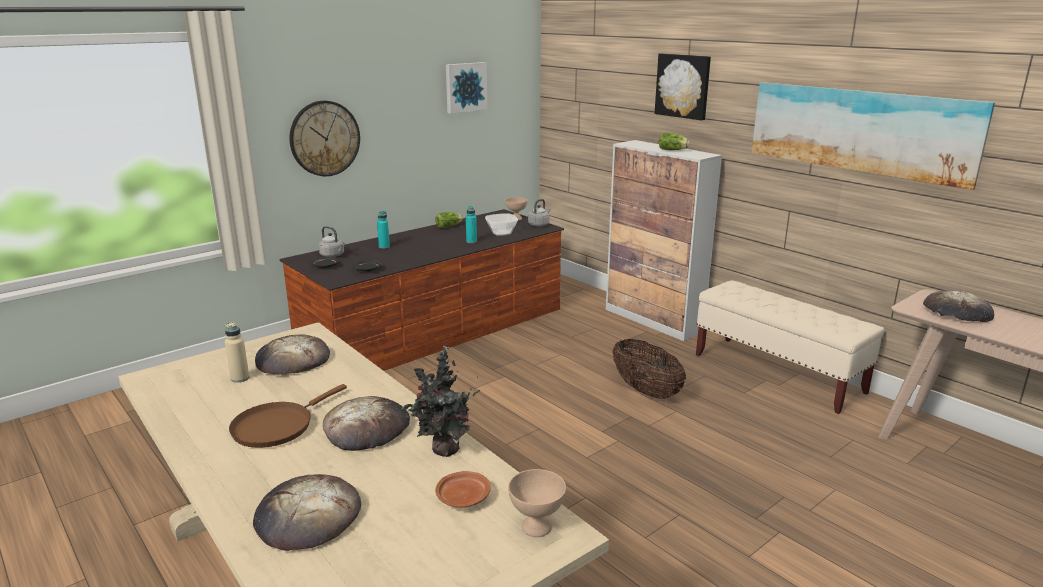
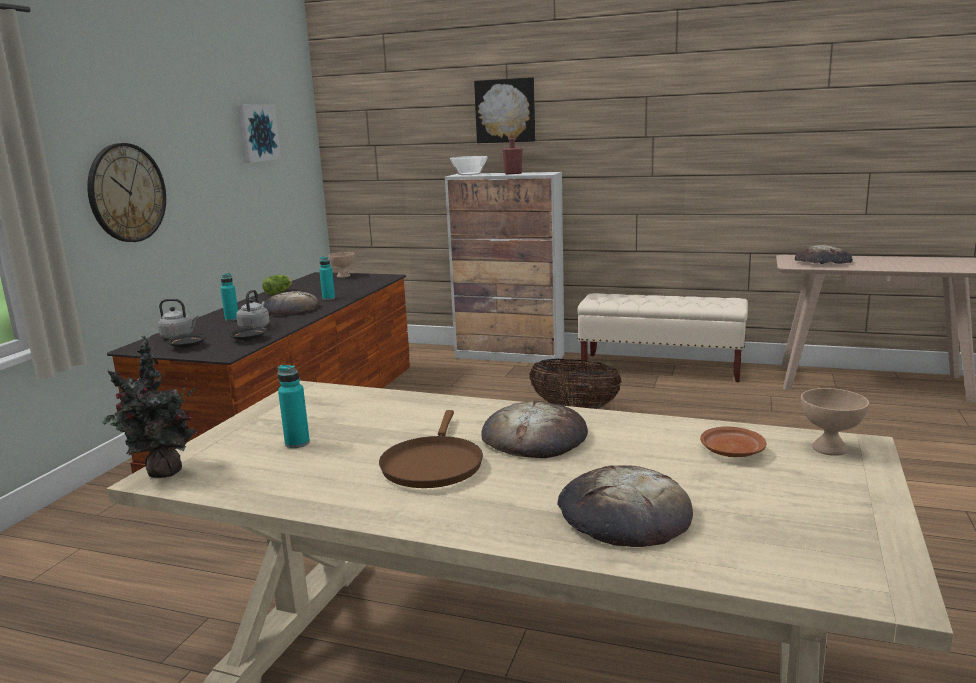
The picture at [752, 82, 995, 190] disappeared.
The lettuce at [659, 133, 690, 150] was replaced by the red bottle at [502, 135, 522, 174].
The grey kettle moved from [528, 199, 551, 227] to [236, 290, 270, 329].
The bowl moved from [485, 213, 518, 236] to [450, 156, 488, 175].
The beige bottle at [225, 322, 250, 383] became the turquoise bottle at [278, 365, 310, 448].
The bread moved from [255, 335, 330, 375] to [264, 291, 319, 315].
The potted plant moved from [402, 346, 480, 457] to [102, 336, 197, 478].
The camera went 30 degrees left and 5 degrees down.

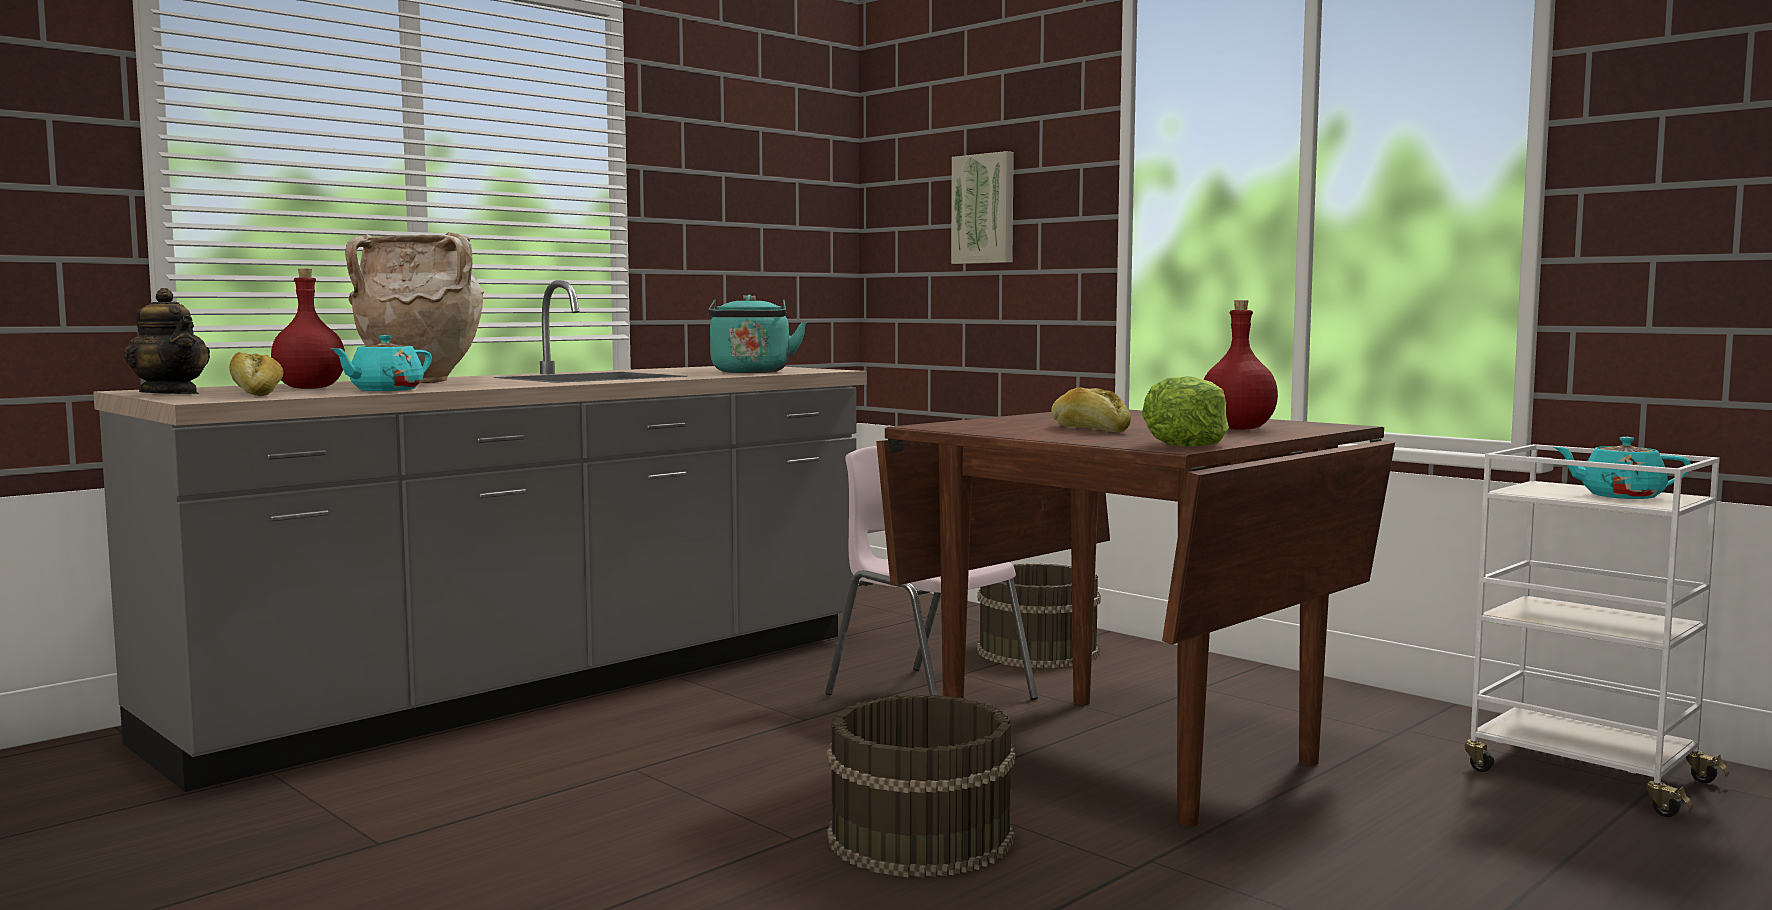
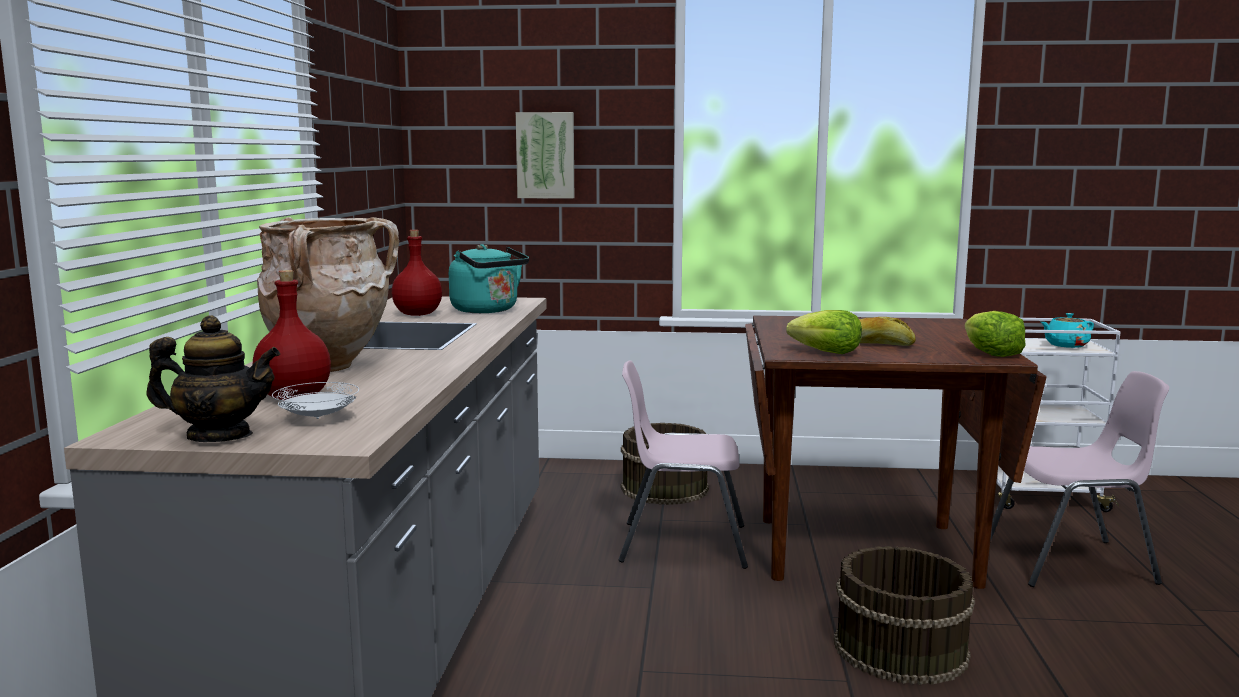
The red bottle moved from [1204, 300, 1278, 430] to [392, 230, 442, 316].
The turquoise teapot at [330, 335, 432, 391] disappeared.
The bread at [229, 352, 284, 396] was replaced by the white plate at [272, 382, 359, 419].
The lettuce at [786, 310, 862, 354] appeared.
The pink chair at [990, 371, 1169, 587] appeared.
The camera went 40 degrees left and 5 degrees up.

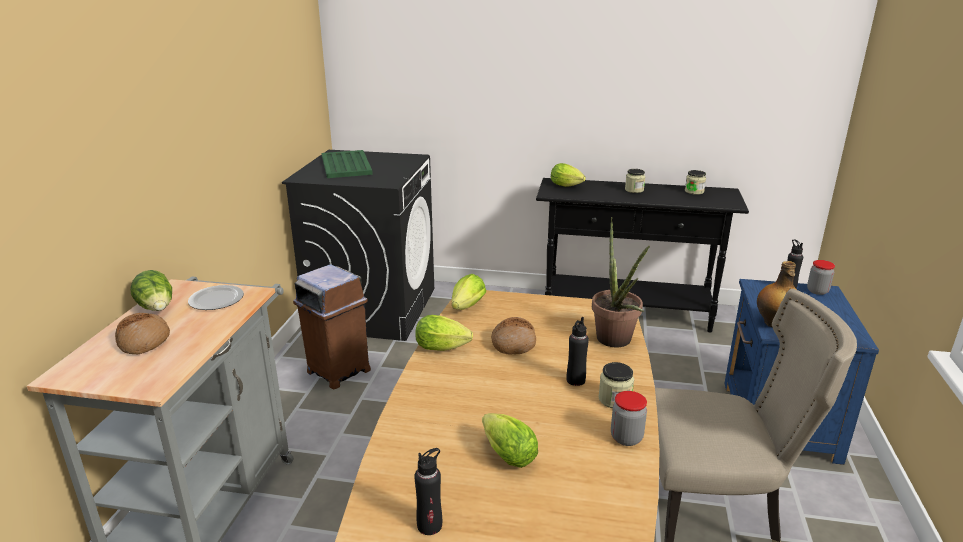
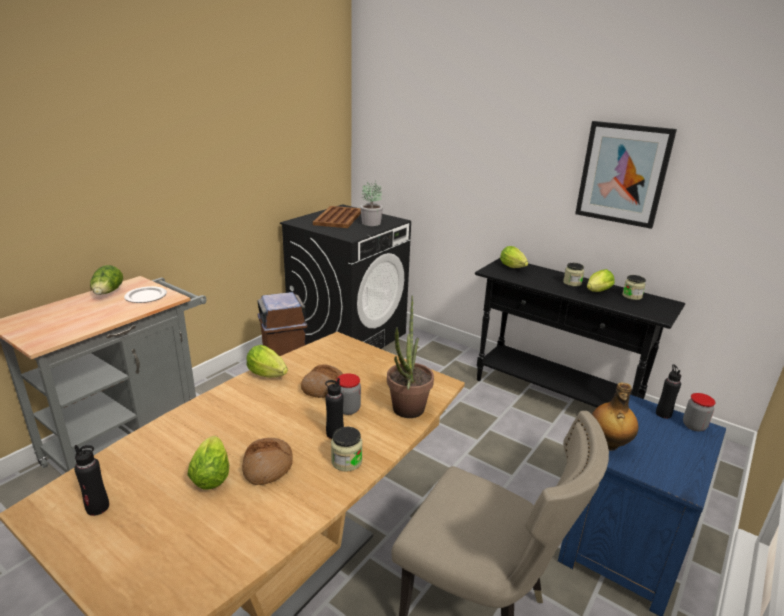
The green tray at [322, 150, 373, 178] became the brown tray at [313, 206, 361, 228].
The lettuce moved from [452, 274, 486, 310] to [587, 269, 615, 292].
The bread moved from [115, 313, 170, 354] to [242, 438, 293, 485].
The jar moved from [611, 391, 647, 446] to [336, 373, 361, 415].
The picture at [575, 121, 677, 229] appeared.
The potted plant at [360, 181, 383, 226] appeared.
The camera went 25 degrees right and 0 degrees up.

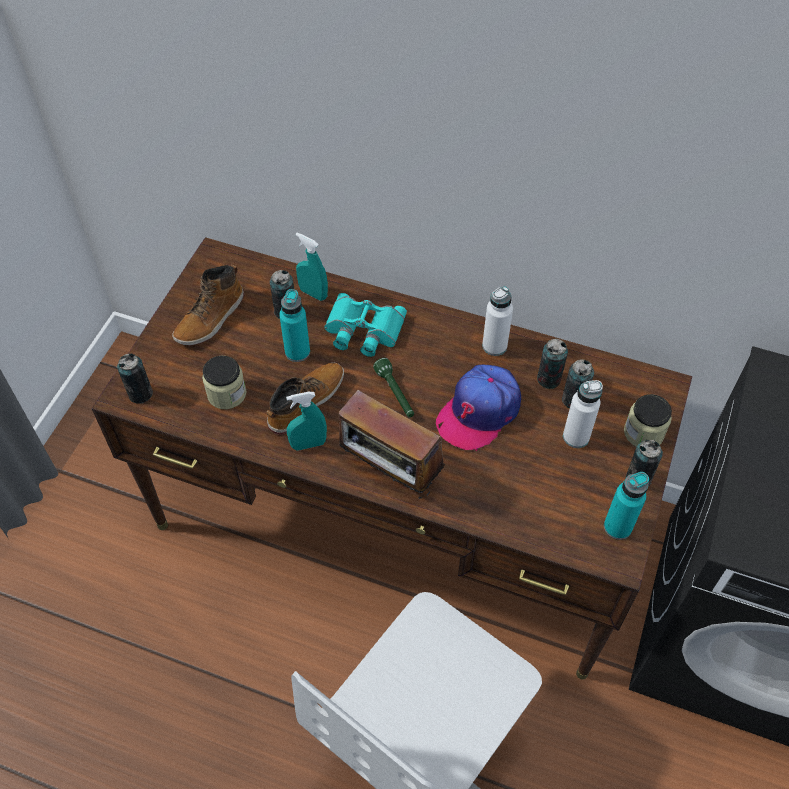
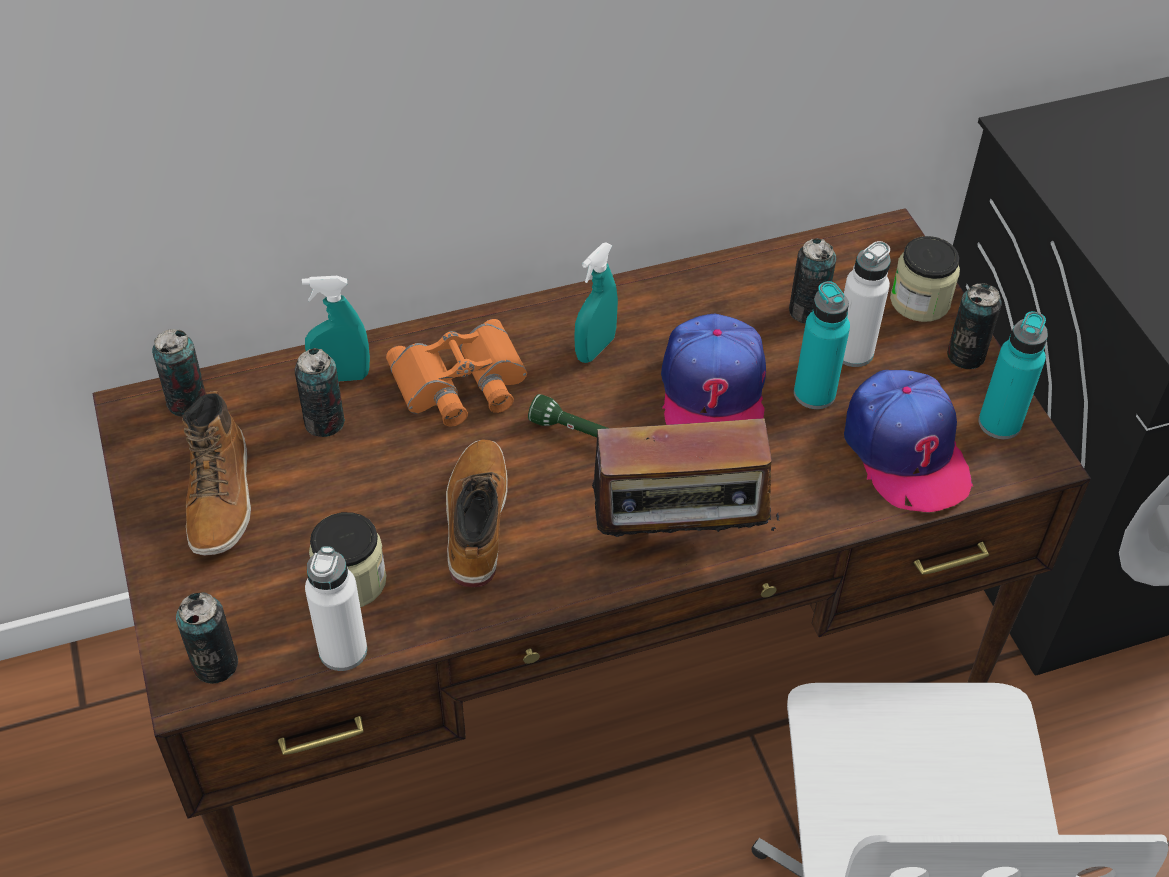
The white bottle moved from [482, 286, 513, 356] to [305, 546, 367, 671].
The turquoise bottle moved from [279, 289, 310, 362] to [794, 281, 850, 409].
The turquoise binoculars at [324, 293, 407, 357] became the orange binoculars at [386, 319, 527, 427].
The can moved from [537, 339, 568, 389] to [152, 329, 206, 417].
The turquoise spray bottle moved from [286, 392, 327, 450] to [574, 242, 618, 363].
The cap at [844, 370, 973, 512] appeared.
The camera went 40 degrees left and 5 degrees down.

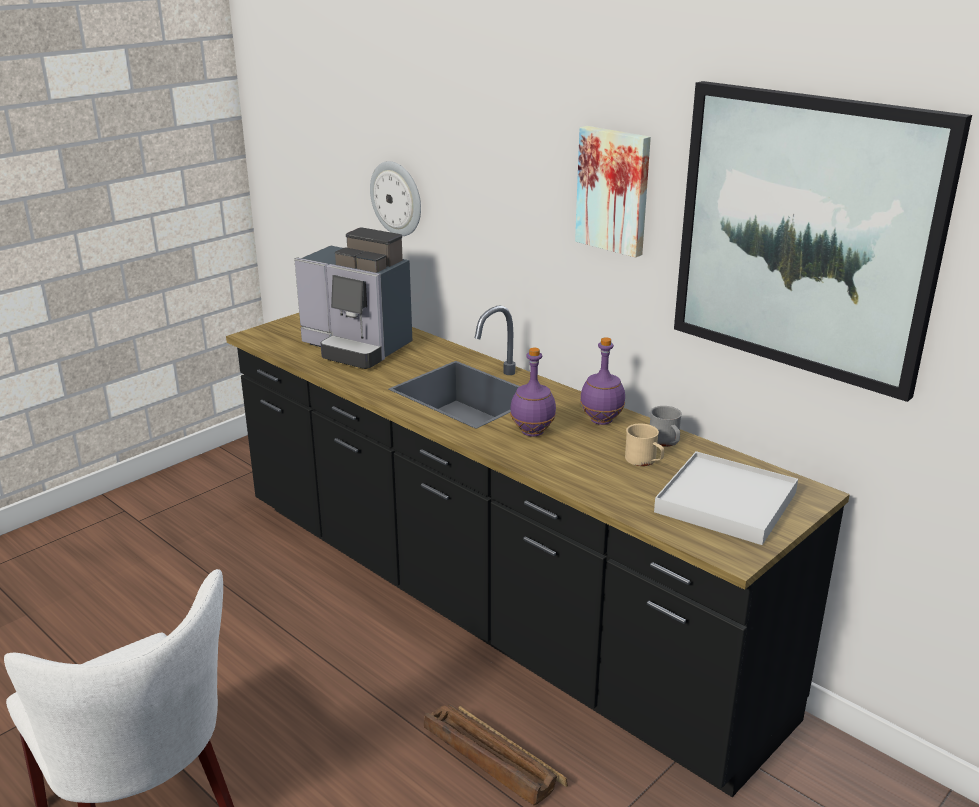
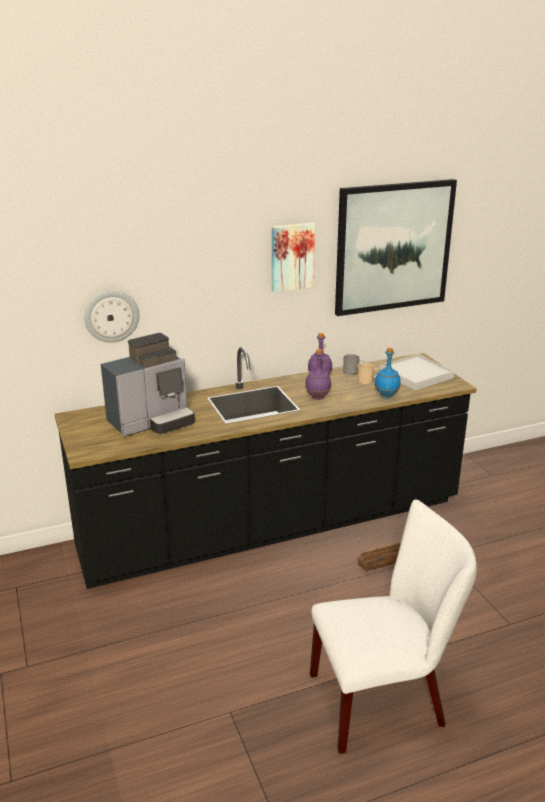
The blue bottle at [374, 348, 401, 398] appeared.
The camera went 65 degrees left and 0 degrees up.

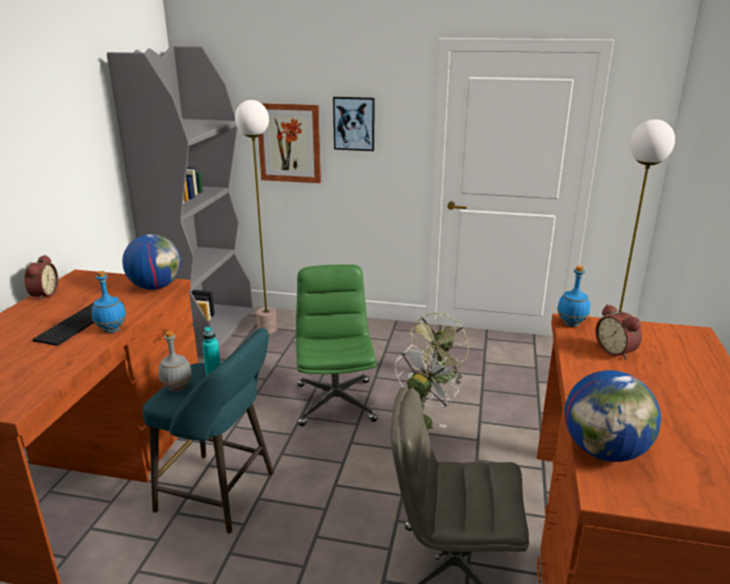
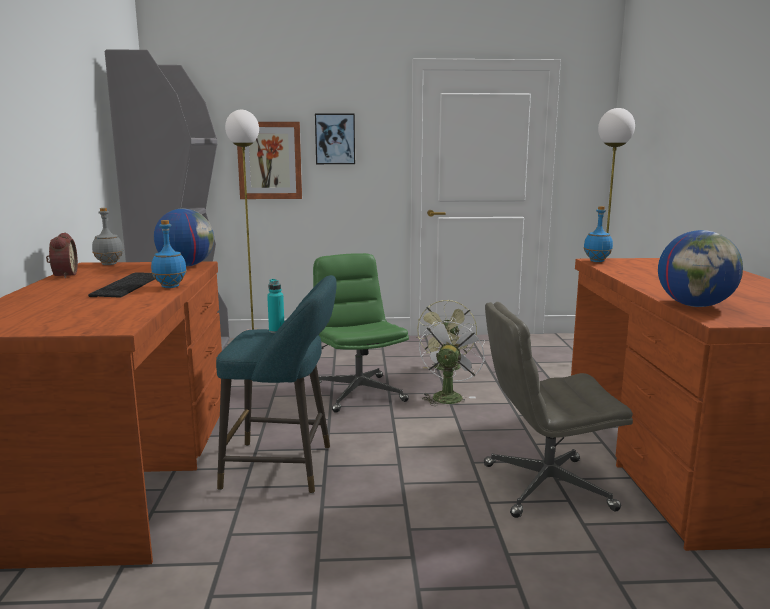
The alarm clock at [595, 304, 642, 360] disappeared.
The grey bottle moved from [158, 331, 192, 392] to [92, 208, 123, 265].
The camera went 15 degrees left and 10 degrees down.

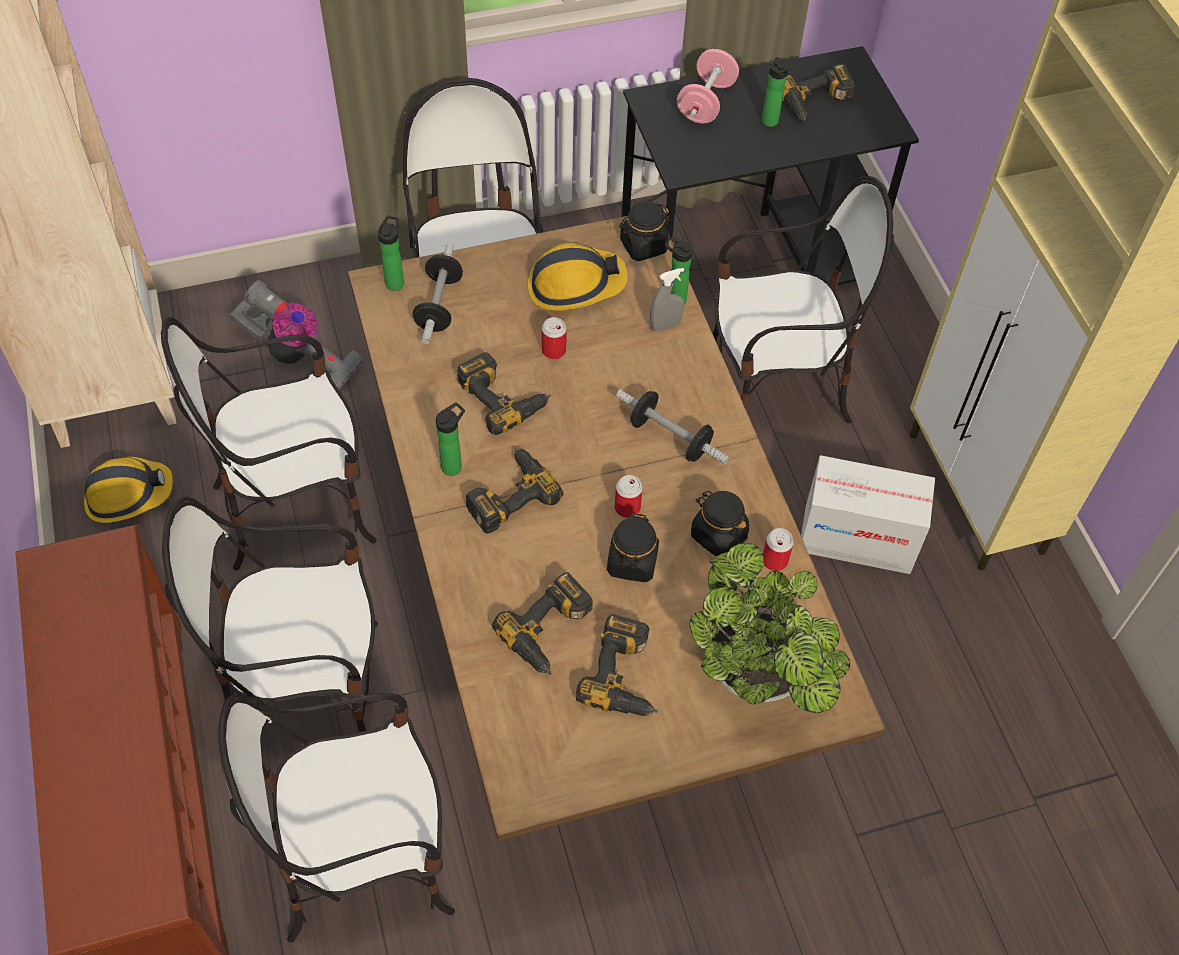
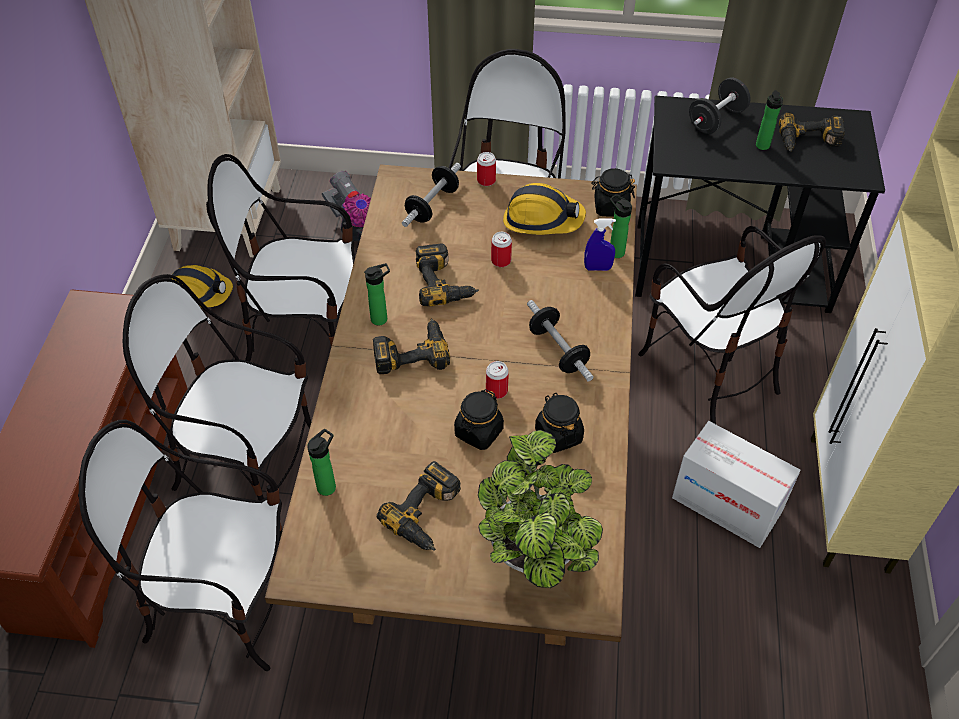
The pink dumbbell at [677, 49, 739, 123] became the black dumbbell at [689, 78, 750, 134].
The chair at [713, 176, 894, 423] turned 45 degrees clockwise.
The bottle moved from [378, 215, 404, 291] to [307, 429, 336, 496].
The grey spray bottle at [650, 268, 684, 332] became the blue spray bottle at [584, 218, 616, 271].
The can moved from [763, 528, 794, 571] to [477, 152, 496, 186].
The power drill at [492, 572, 593, 675] disappeared.
The camera went 25 degrees right and 5 degrees down.

